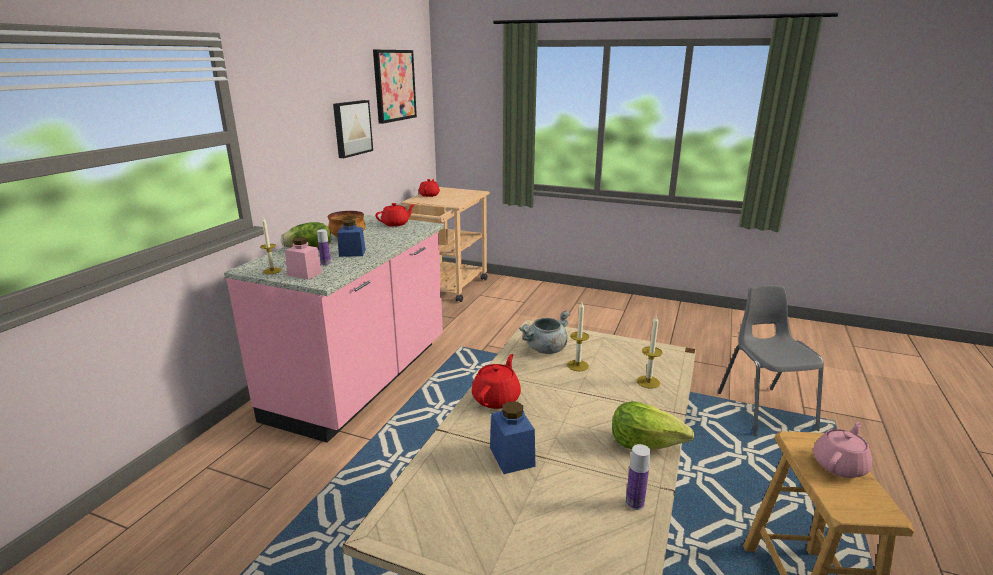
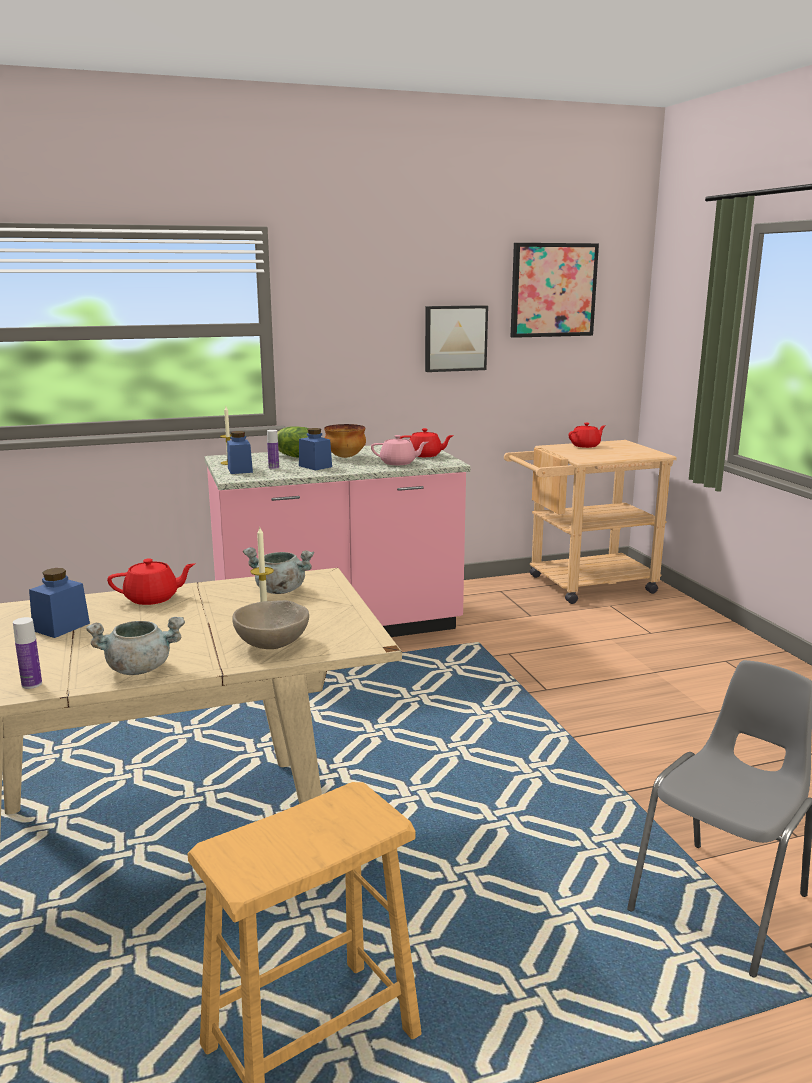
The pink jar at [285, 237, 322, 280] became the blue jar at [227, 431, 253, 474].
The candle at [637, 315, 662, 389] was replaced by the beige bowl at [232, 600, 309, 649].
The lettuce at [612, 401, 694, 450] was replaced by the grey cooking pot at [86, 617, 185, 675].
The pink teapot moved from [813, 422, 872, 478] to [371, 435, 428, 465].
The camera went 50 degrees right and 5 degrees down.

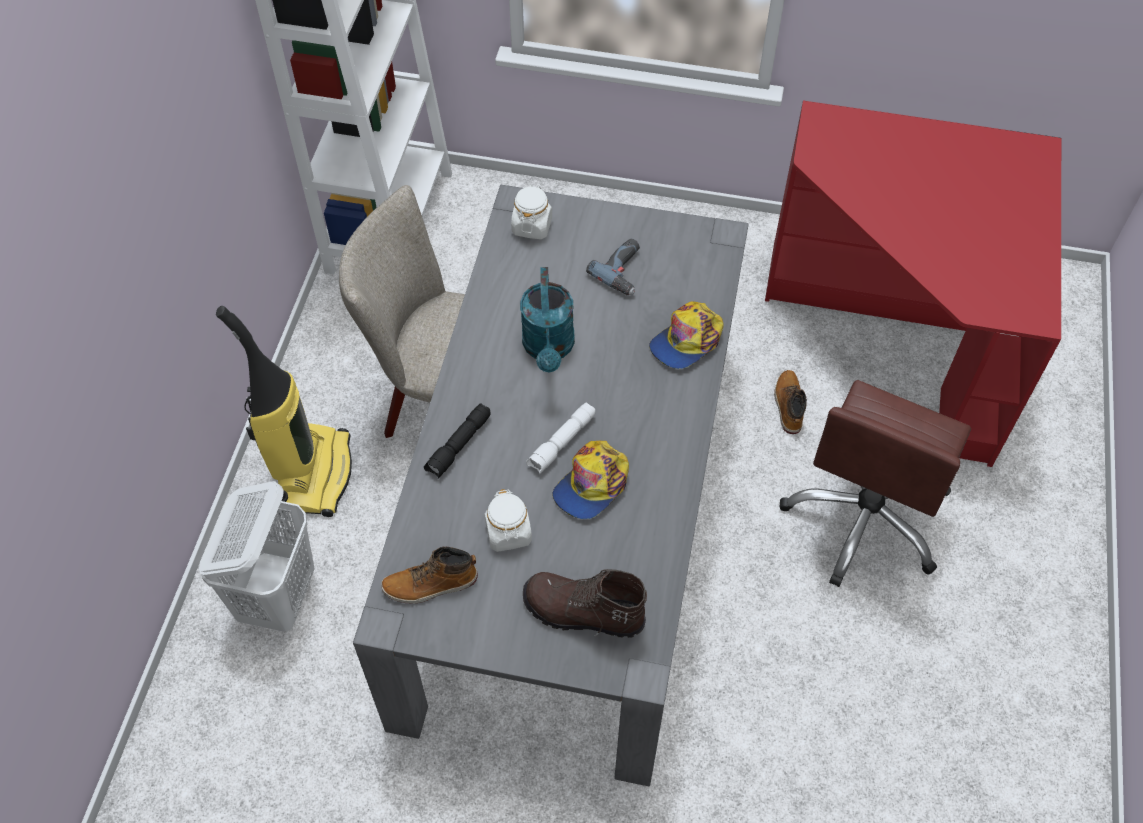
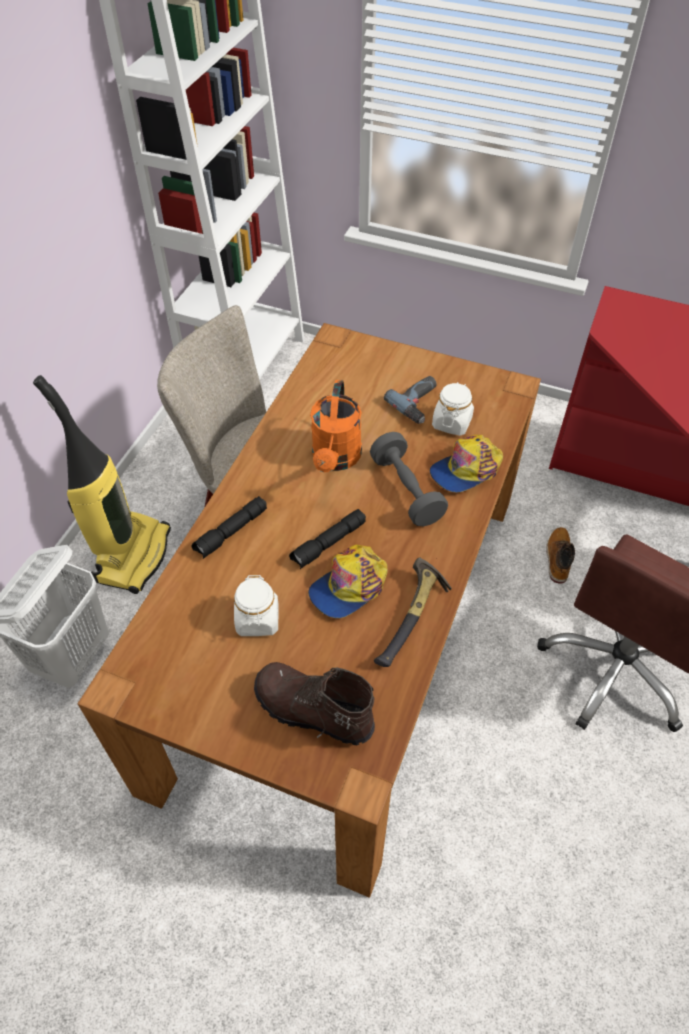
The grey dining table at [353, 185, 749, 786] became the brown dining table at [78, 323, 541, 898].
The white jar moved from [511, 185, 552, 239] to [432, 382, 474, 436].
The turquoise watering can at [520, 267, 575, 372] became the orange watering can at [310, 380, 362, 473].
The white flashlight at [526, 402, 595, 474] became the black flashlight at [289, 509, 366, 569].
The boot at [381, 547, 478, 604] disappeared.
The grey dumbbell at [370, 432, 448, 526] appeared.
The hammer at [374, 557, 452, 667] appeared.
The camera went 10 degrees right and 5 degrees down.

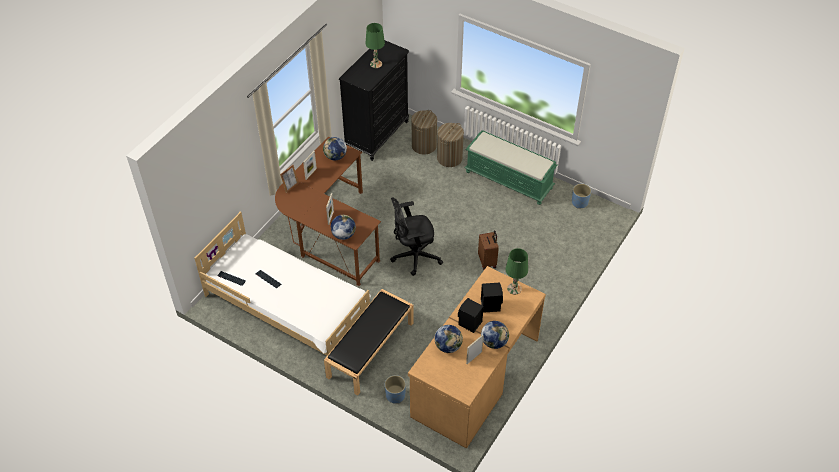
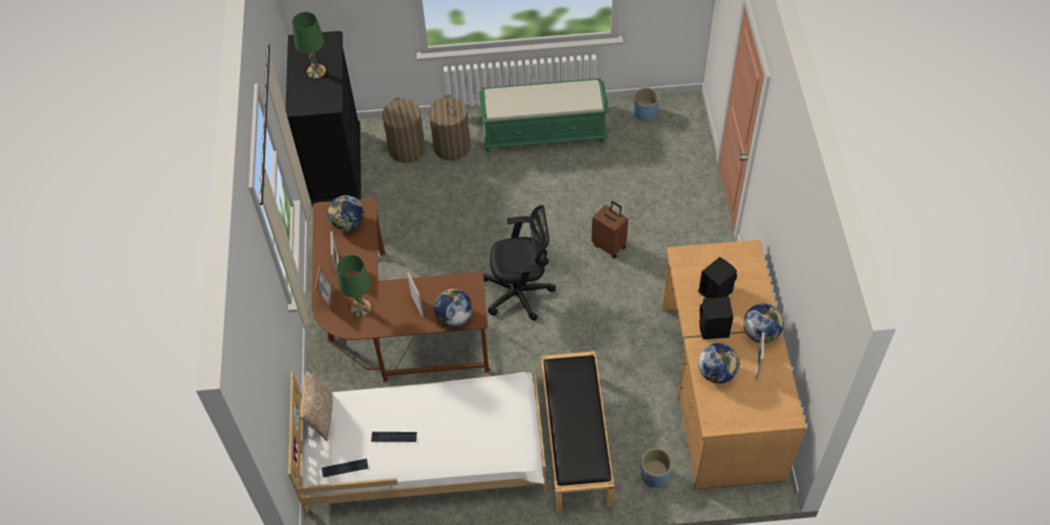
The black office chair at [390, 197, 443, 276] turned 135 degrees counterclockwise.
The green table lamp moved from [506, 248, 528, 295] to [337, 255, 371, 317].
The pillow at [300, 371, 333, 441] appeared.
The camera went 35 degrees left and 5 degrees up.

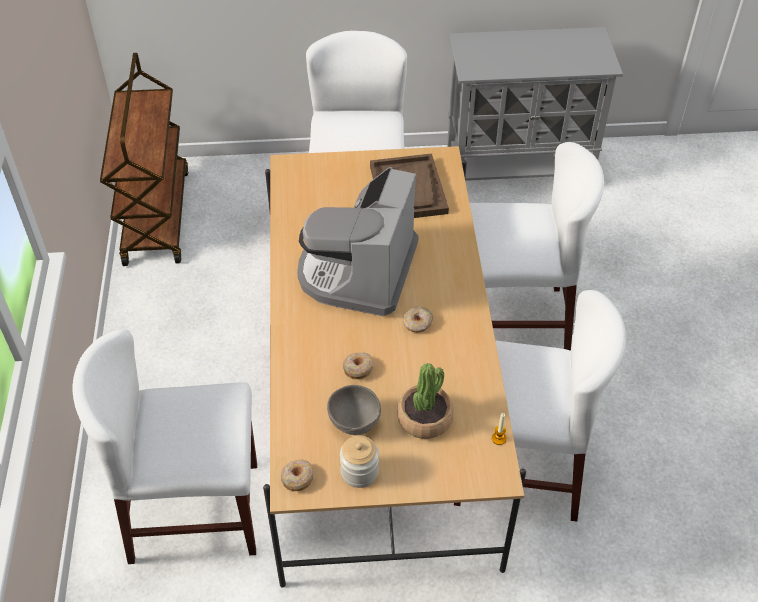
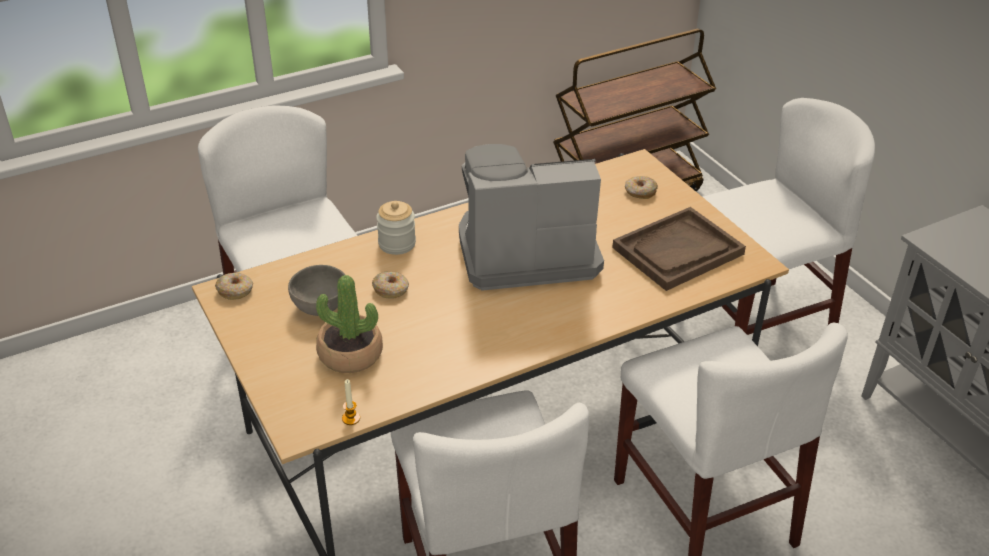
The donut moved from [403, 306, 433, 333] to [625, 176, 658, 199].
The jar moved from [340, 435, 379, 488] to [376, 201, 416, 255].
The camera went 65 degrees right and 10 degrees down.

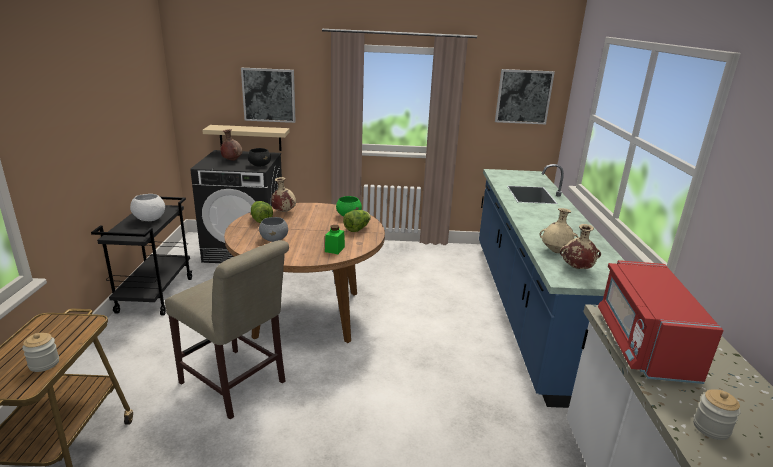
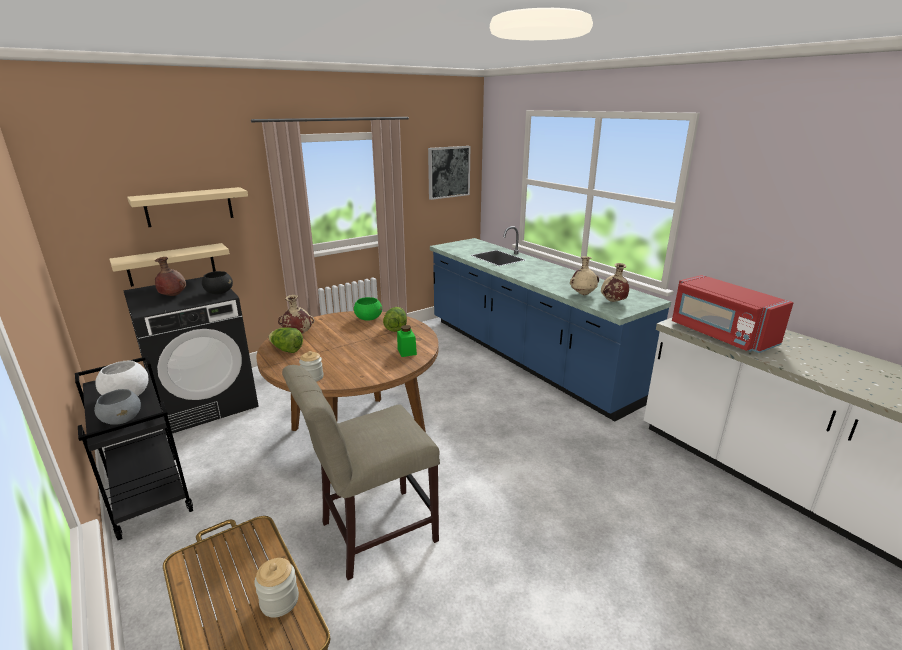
The picture at [241, 68, 296, 123] was replaced by the beige shelf at [127, 187, 248, 227].
The grey bowl moved from [259, 217, 288, 242] to [94, 389, 141, 425].
The beige chair at [165, 240, 289, 420] turned 150 degrees clockwise.
The jar moved from [693, 389, 741, 440] to [299, 351, 324, 382].
The camera went 35 degrees left and 0 degrees up.

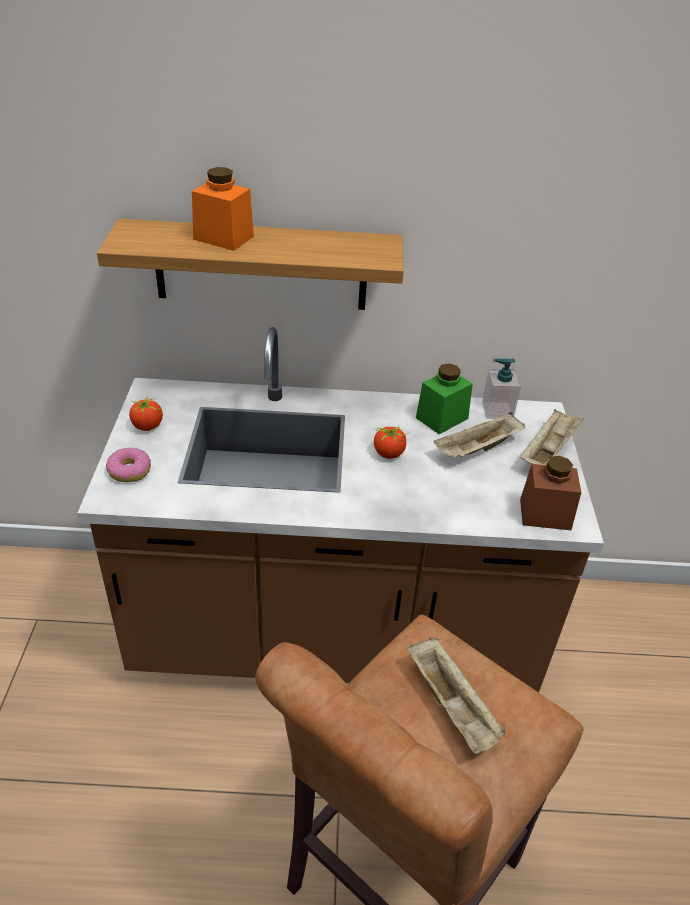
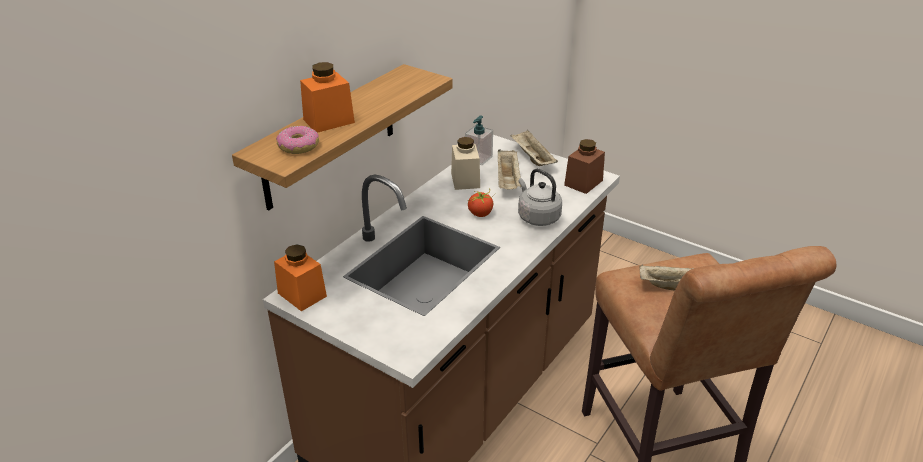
The green jar at [416, 363, 473, 434] became the beige jar at [451, 137, 480, 190].
The tomato at [129, 397, 163, 431] disappeared.
The donut moved from [106, 448, 151, 482] to [276, 126, 319, 154].
The grey kettle at [518, 169, 562, 226] appeared.
The orange jar at [274, 244, 327, 311] appeared.
The camera went 55 degrees left and 5 degrees down.

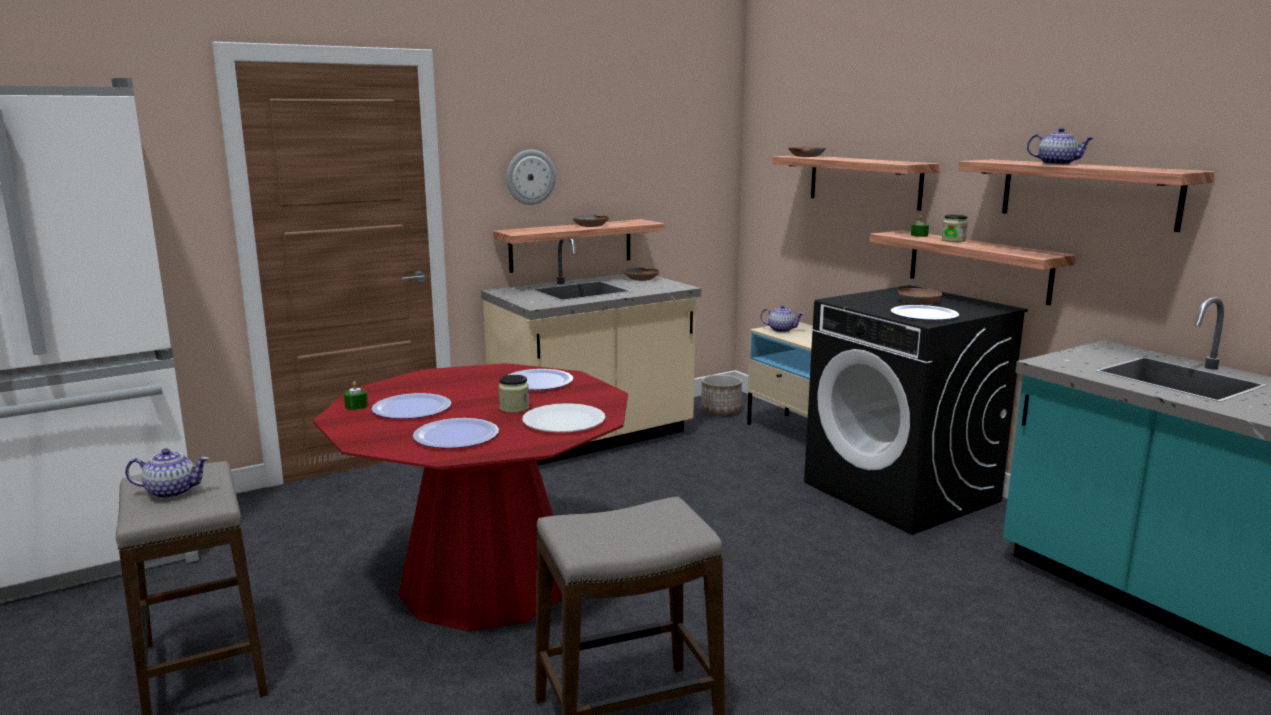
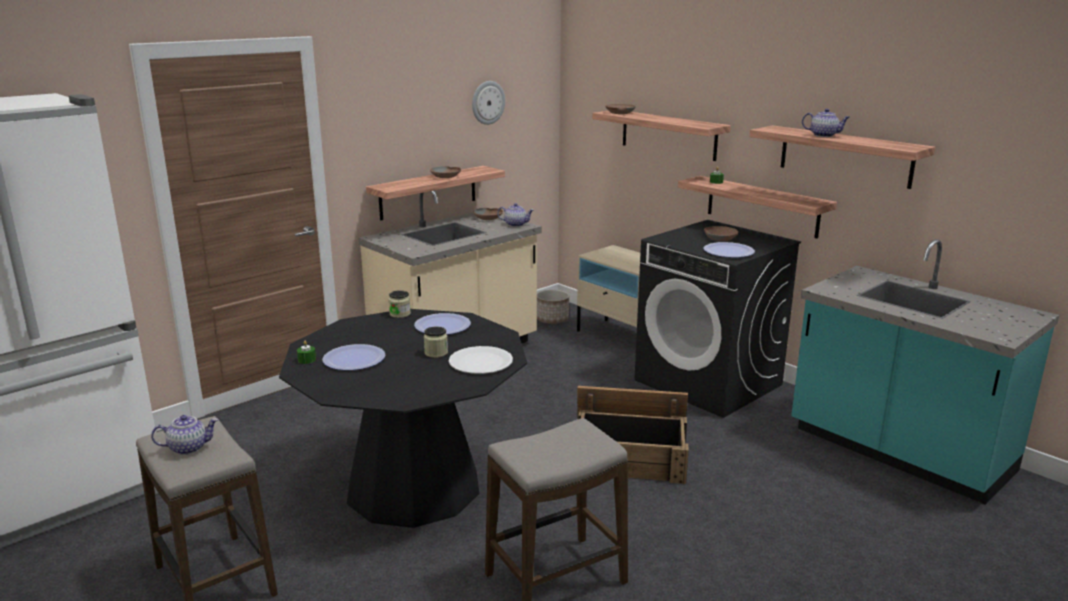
The wall clock moved from [506, 150, 556, 205] to [472, 81, 505, 125].
The jar moved from [942, 215, 968, 242] to [389, 290, 411, 318].
The teapot moved from [760, 305, 804, 332] to [497, 203, 534, 227].
The red dining table at [313, 363, 628, 631] became the black dining table at [279, 309, 527, 528].
The plate at [413, 418, 499, 448] disappeared.
The crate at [577, 386, 689, 484] appeared.
The camera went 10 degrees left and 5 degrees up.

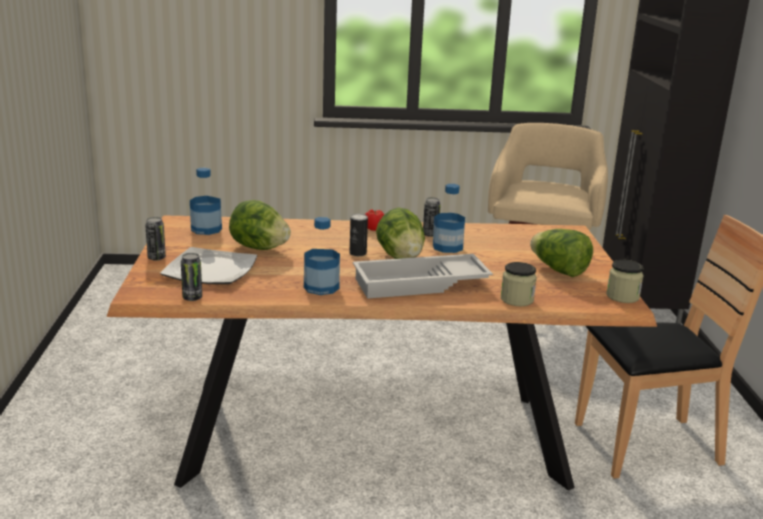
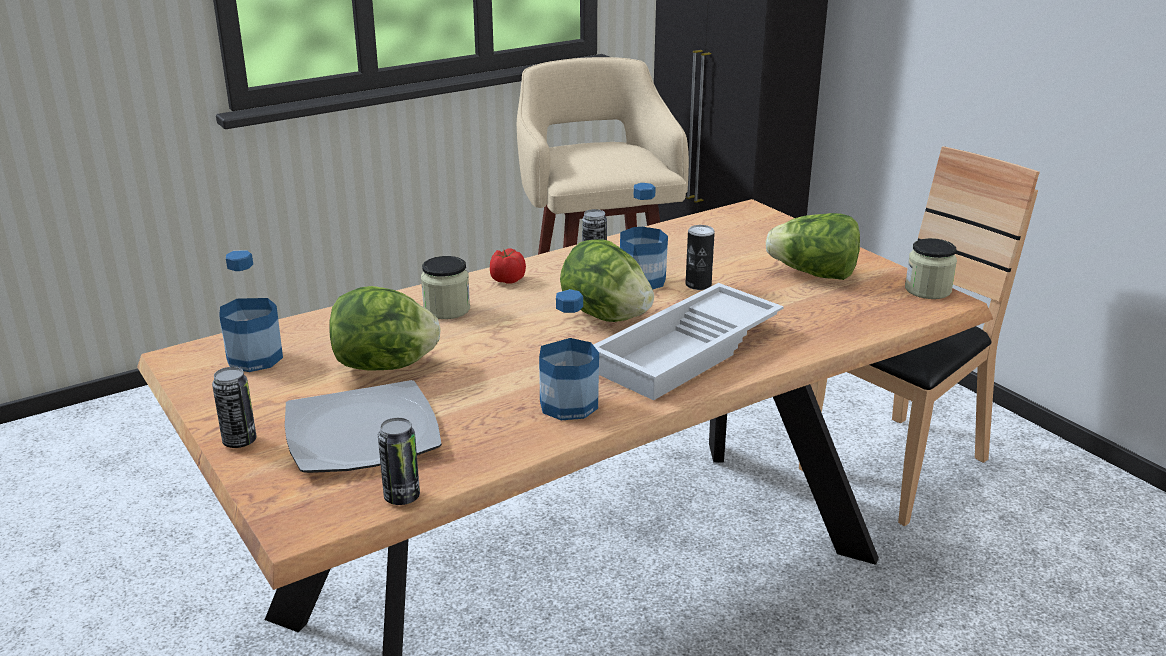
The can moved from [349, 213, 368, 256] to [686, 225, 715, 290].
The jar moved from [501, 262, 537, 306] to [421, 256, 470, 319].
The camera went 30 degrees left and 5 degrees up.

